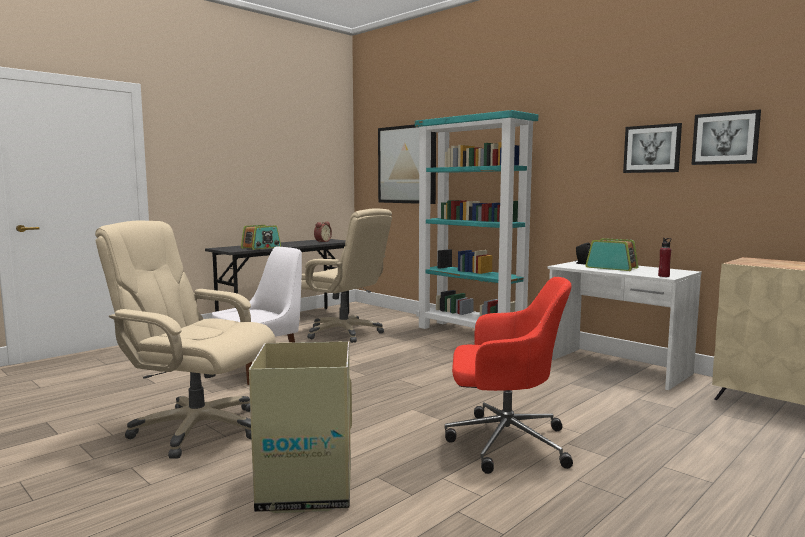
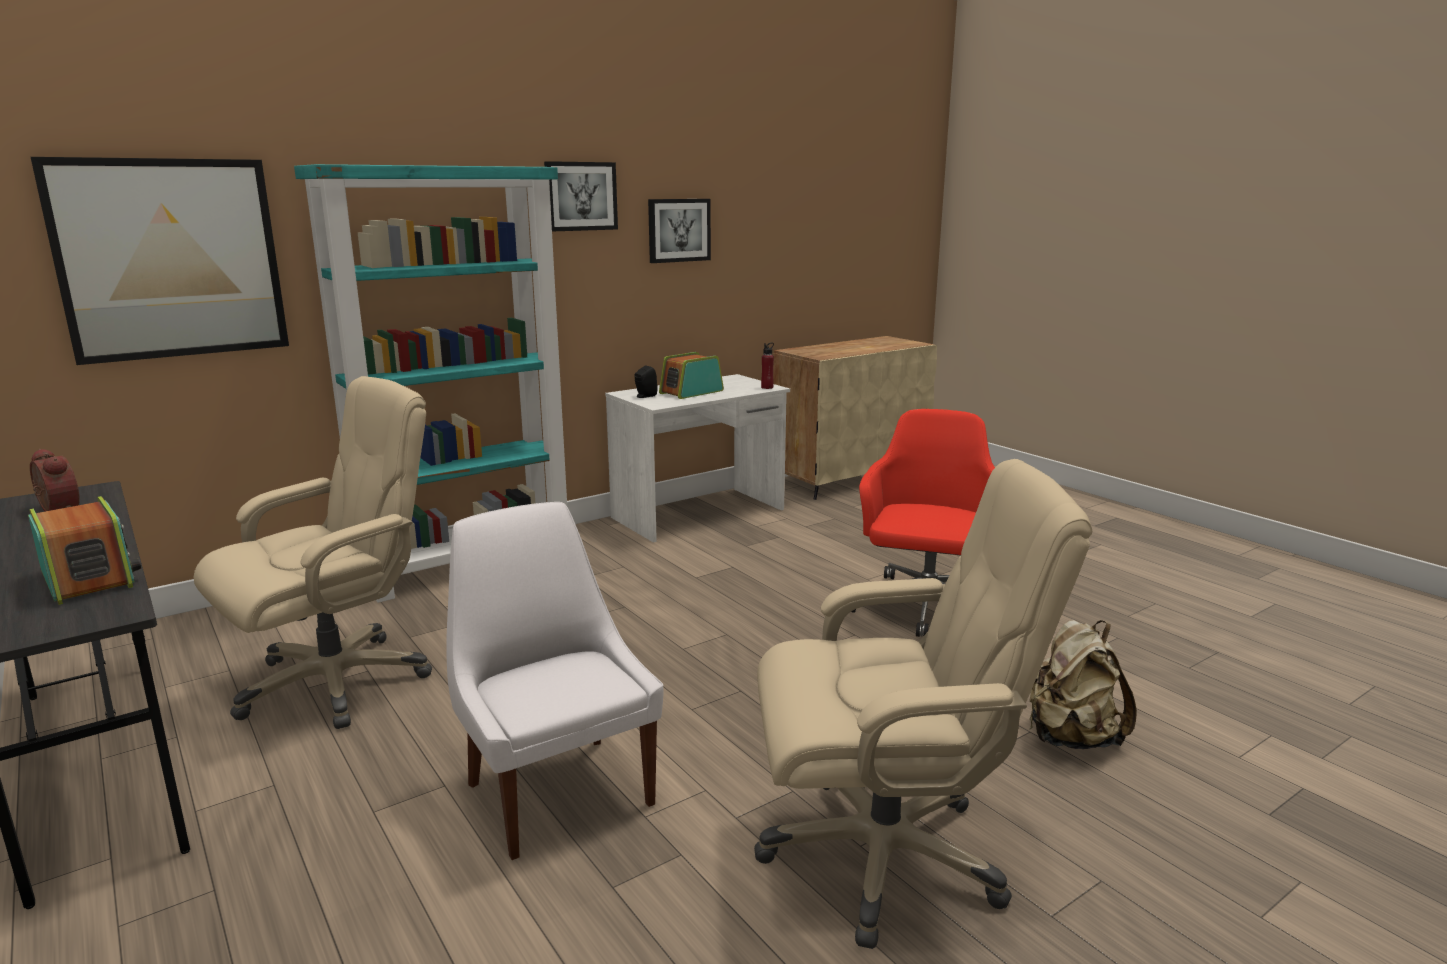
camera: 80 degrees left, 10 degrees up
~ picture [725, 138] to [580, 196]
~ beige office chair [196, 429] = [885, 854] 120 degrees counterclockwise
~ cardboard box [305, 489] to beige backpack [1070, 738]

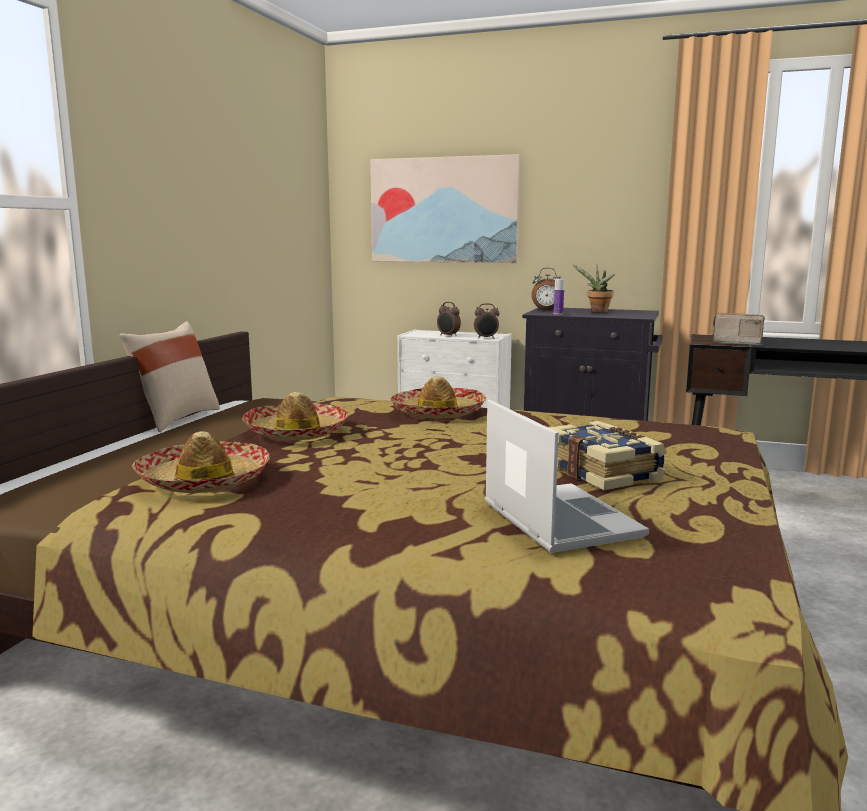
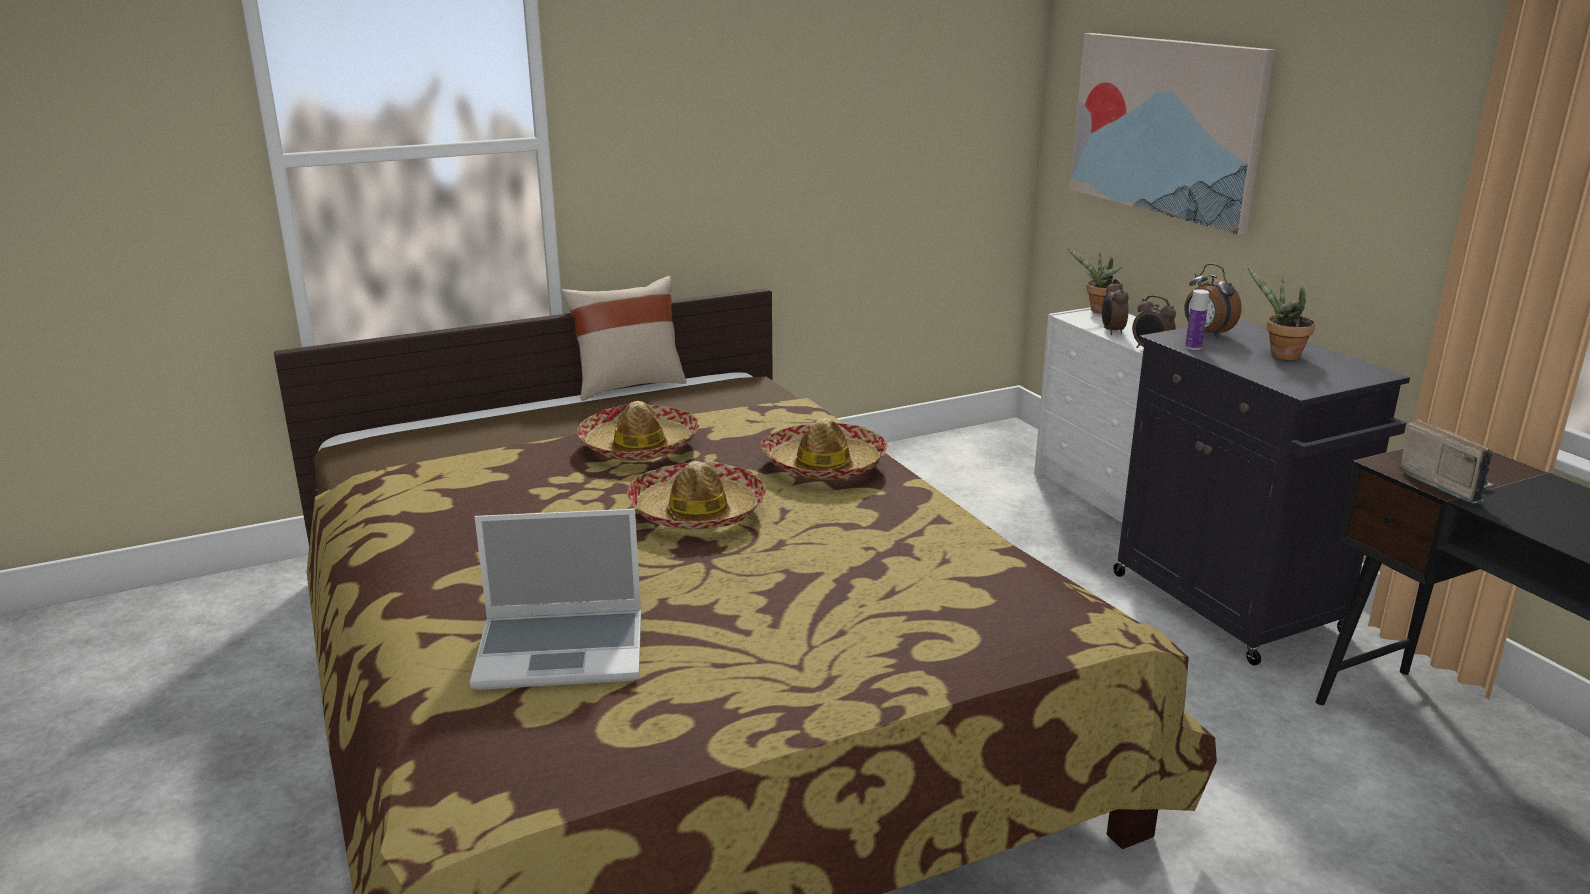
camera: 45 degrees right, 10 degrees up
~ laptop [557, 520] = [563, 650] 60 degrees clockwise
- book [603, 472]
~ hat [203, 481] to [697, 511]
+ potted plant [1098, 311]

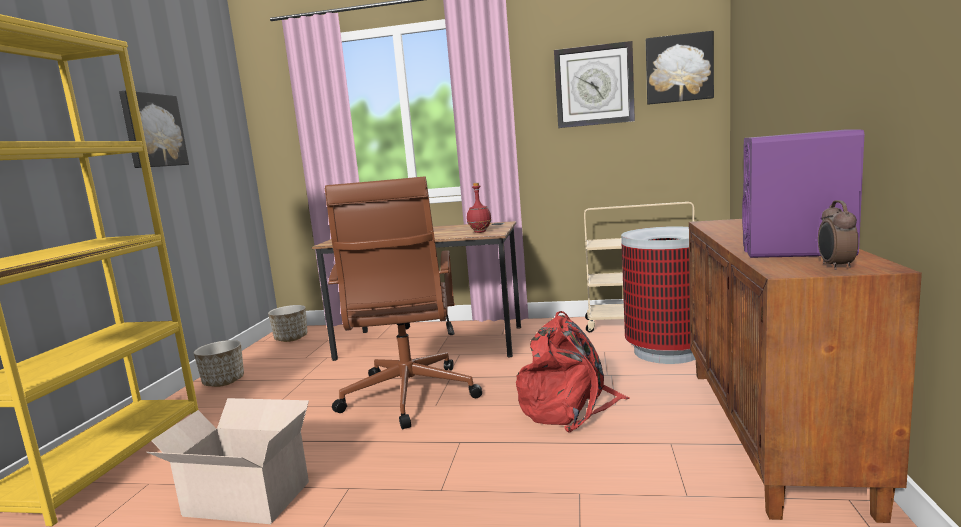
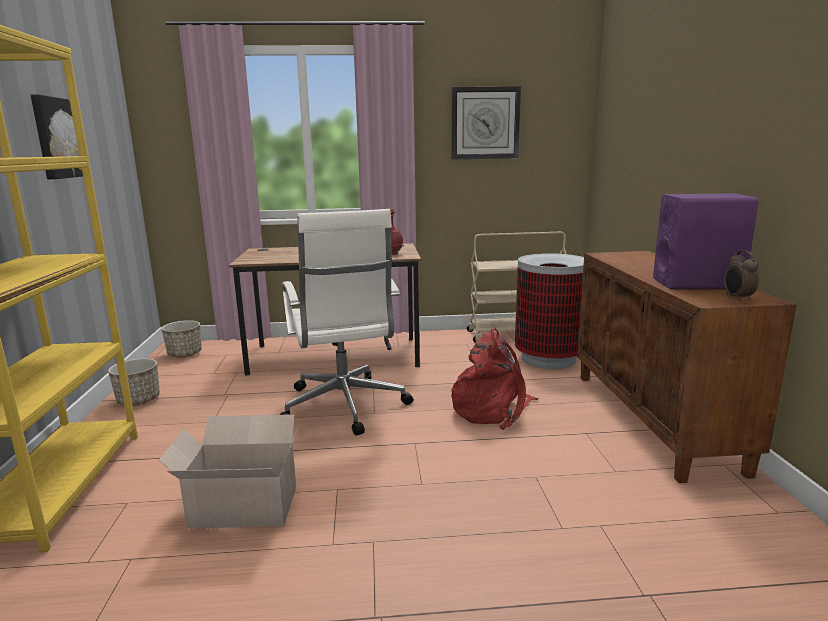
camera: 15 degrees left, 5 degrees up
- picture [678, 68]
~ brown office chair [408, 397] to white office chair [344, 407]

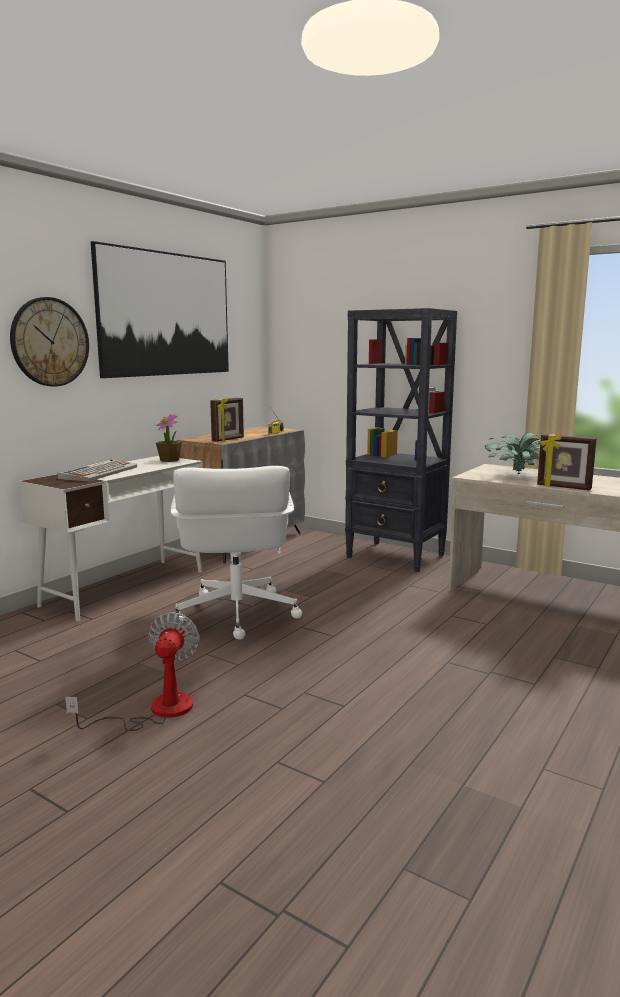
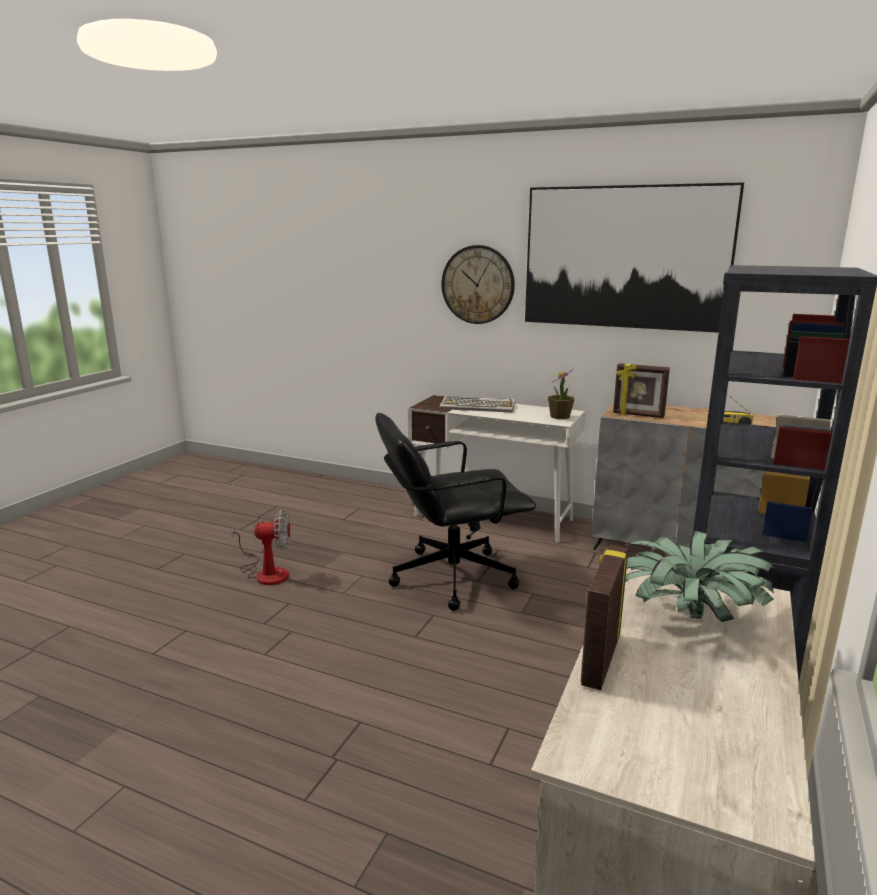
camera: 80 degrees right, 5 degrees up
~ white office chair [236, 615] to black office chair [451, 576]

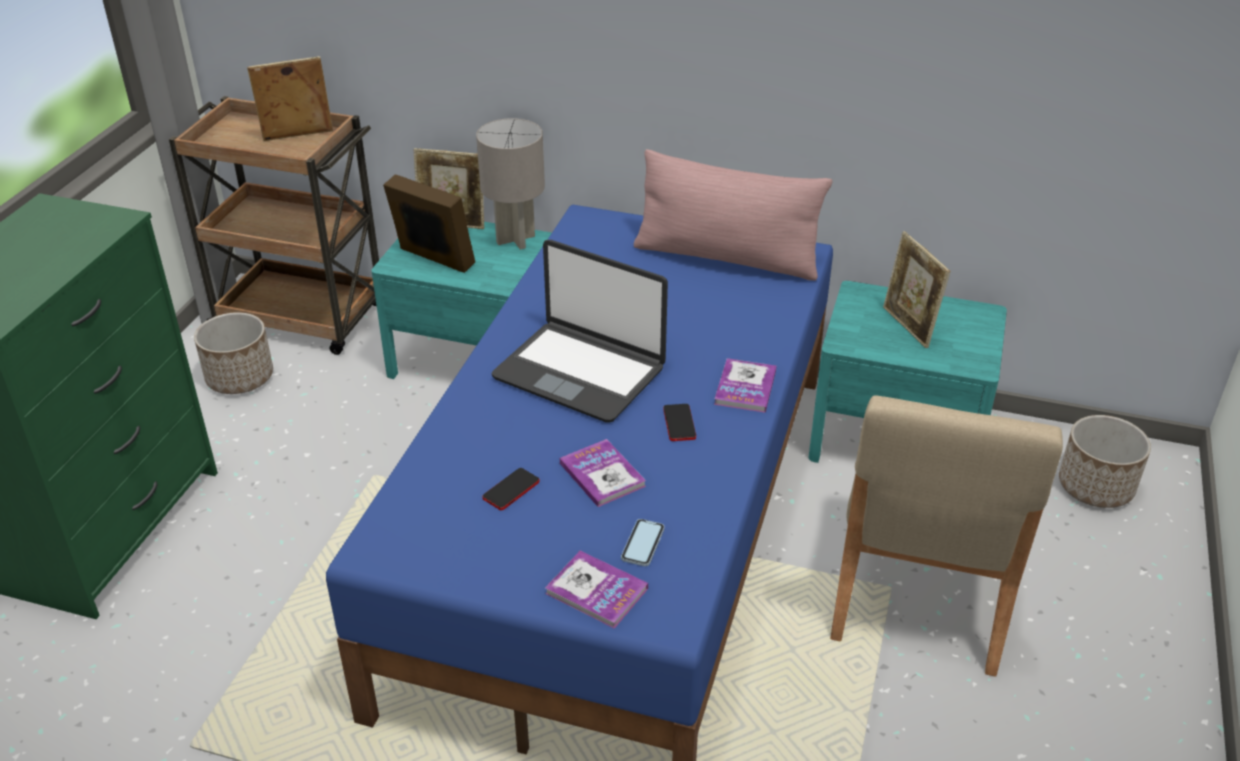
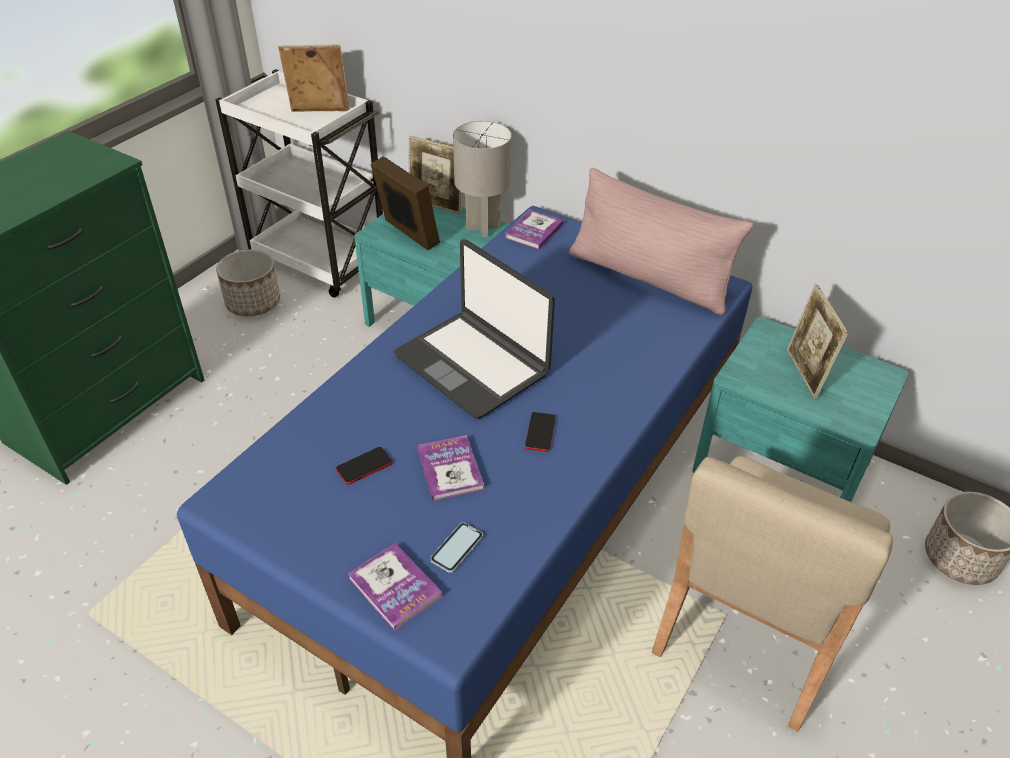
camera: 15 degrees right, 5 degrees up
~ brown cart [302, 317] to white cart [319, 261]
~ book [745, 387] to [534, 231]

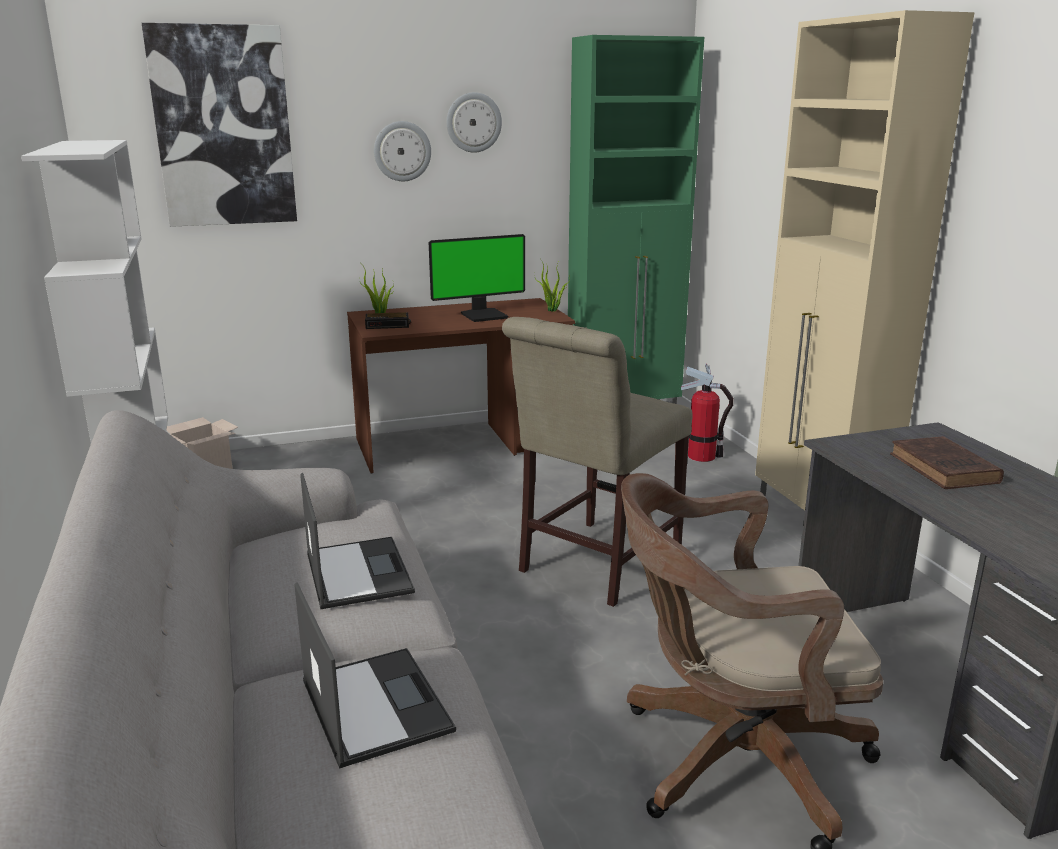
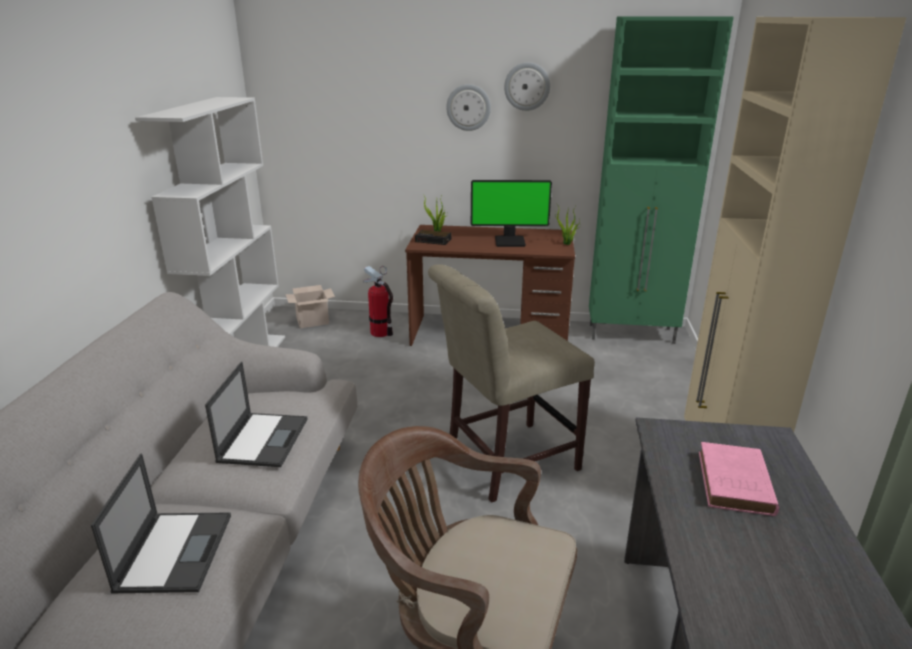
camera: 25 degrees right, 5 degrees up
- picture [223, 127]
~ fire extinguisher [702, 456] to [380, 332]
~ brown book [945, 469] to pink book [735, 484]

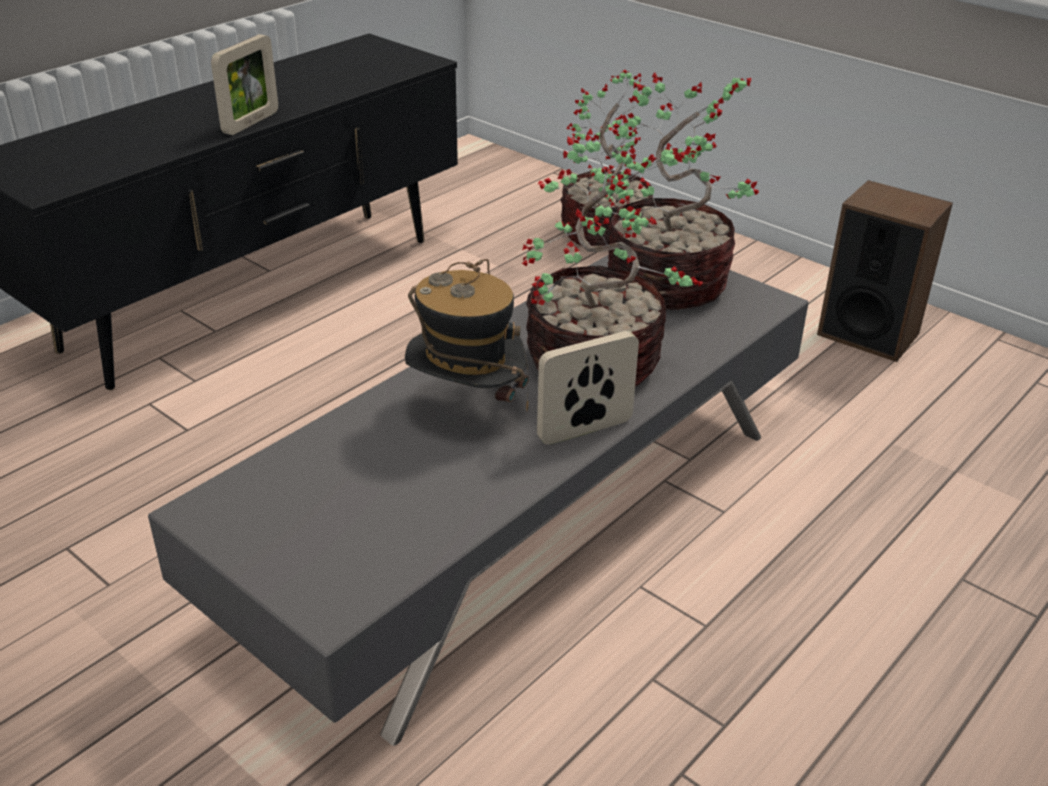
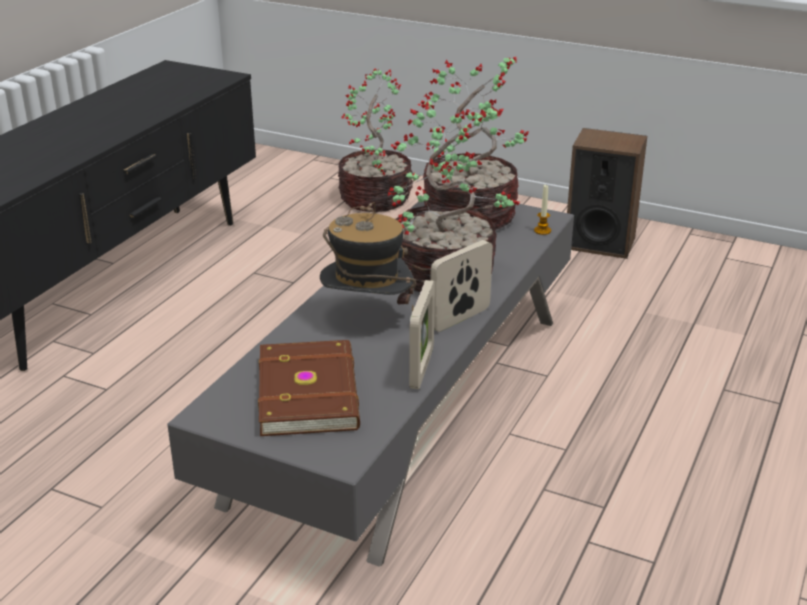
camera: 15 degrees left, 5 degrees down
~ picture frame [251, 123] to [421, 368]
+ candle [542, 231]
+ brown book [311, 392]

